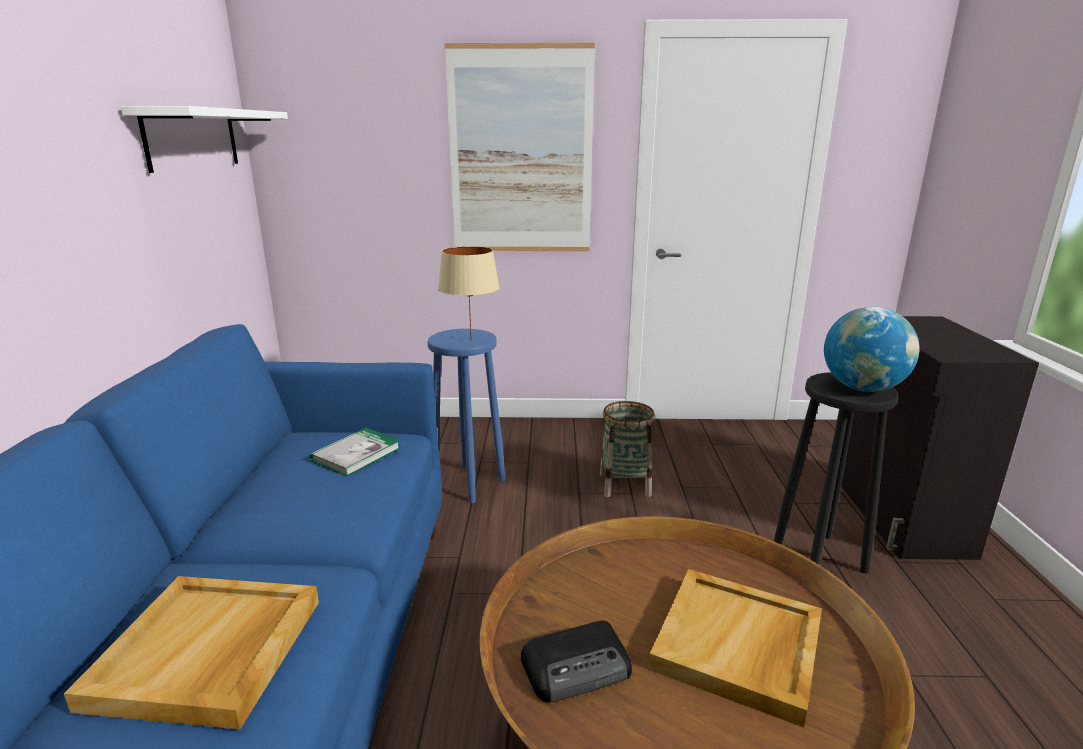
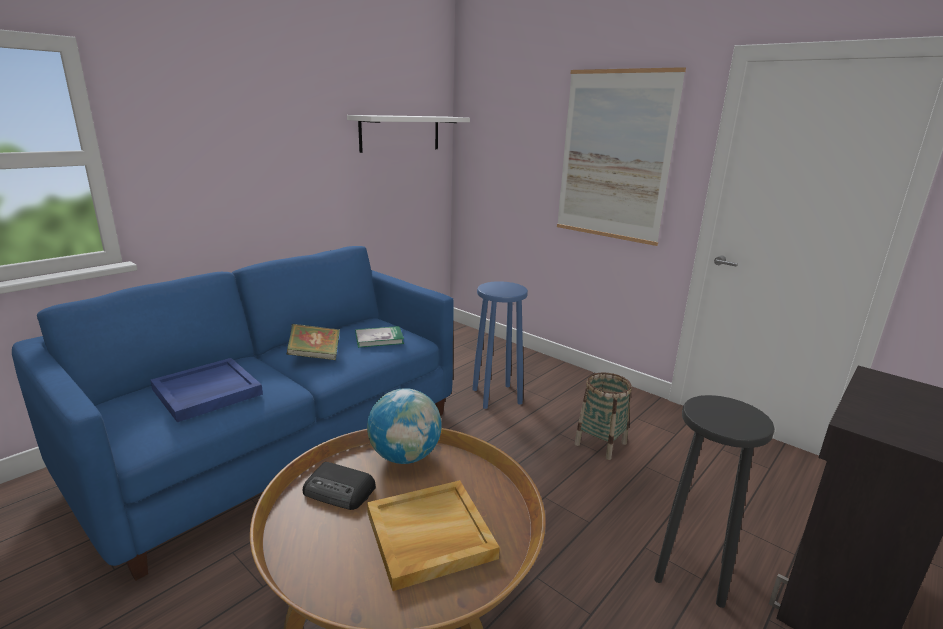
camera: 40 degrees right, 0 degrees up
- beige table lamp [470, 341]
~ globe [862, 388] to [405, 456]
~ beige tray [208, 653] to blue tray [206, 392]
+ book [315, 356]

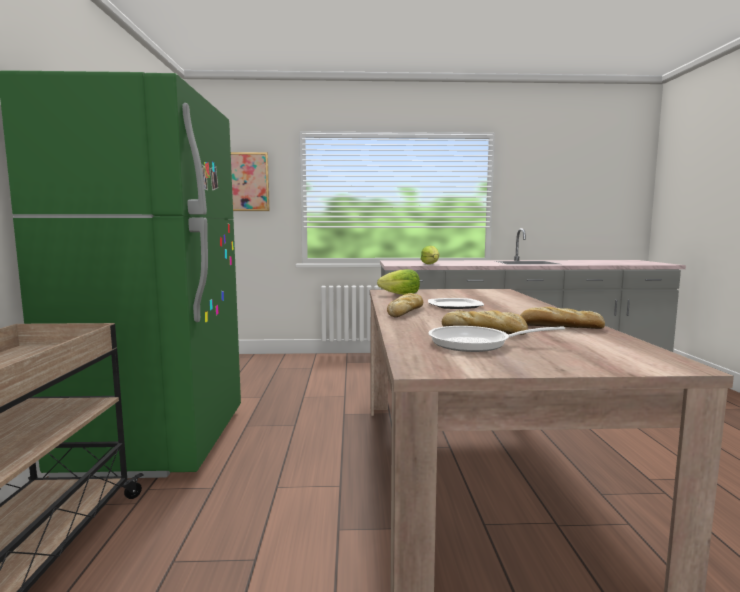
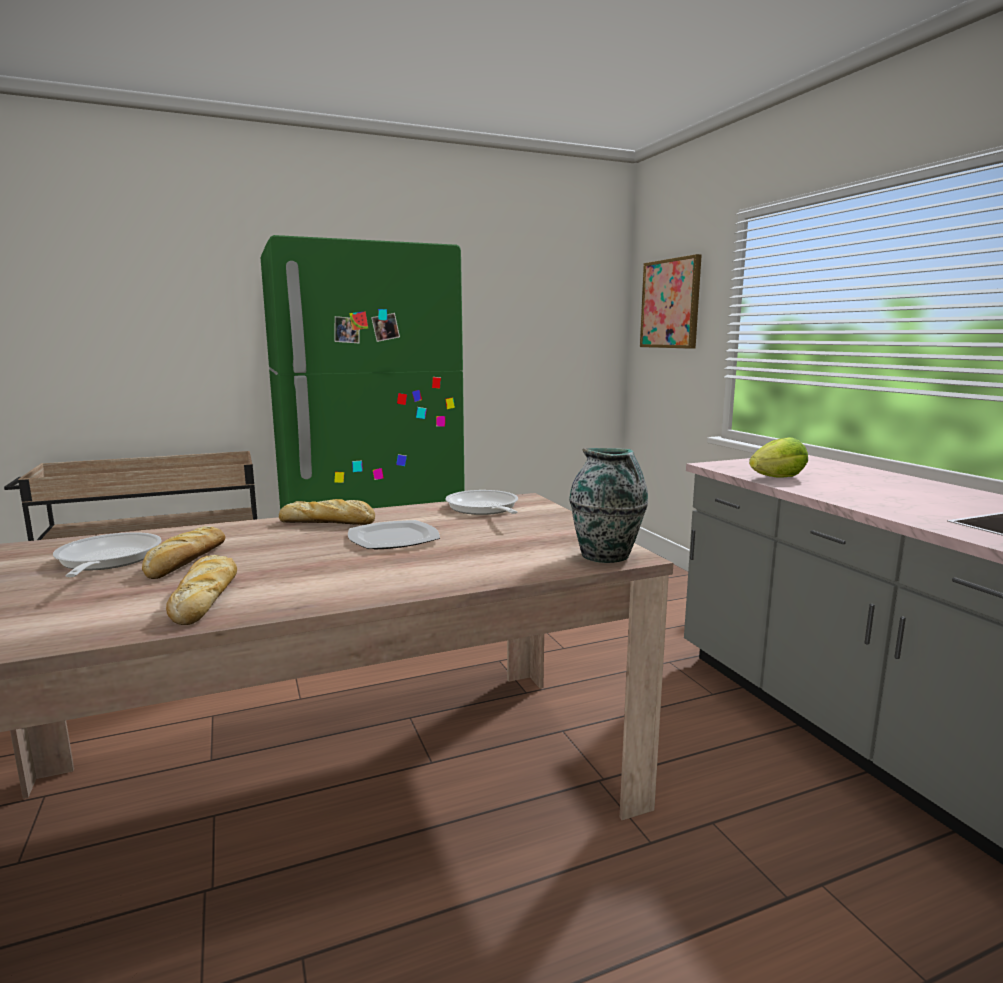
camera: 70 degrees right, 5 degrees up
~ lettuce [401, 295] to frying pan [483, 509]
+ vase [606, 556]

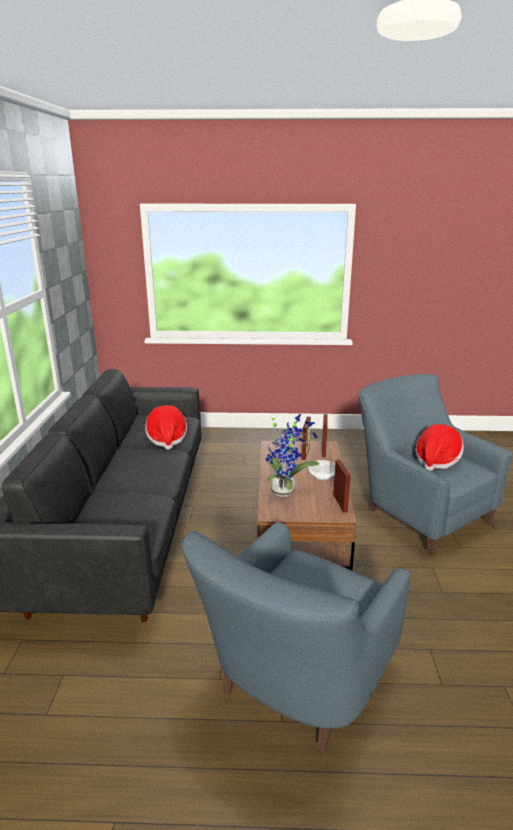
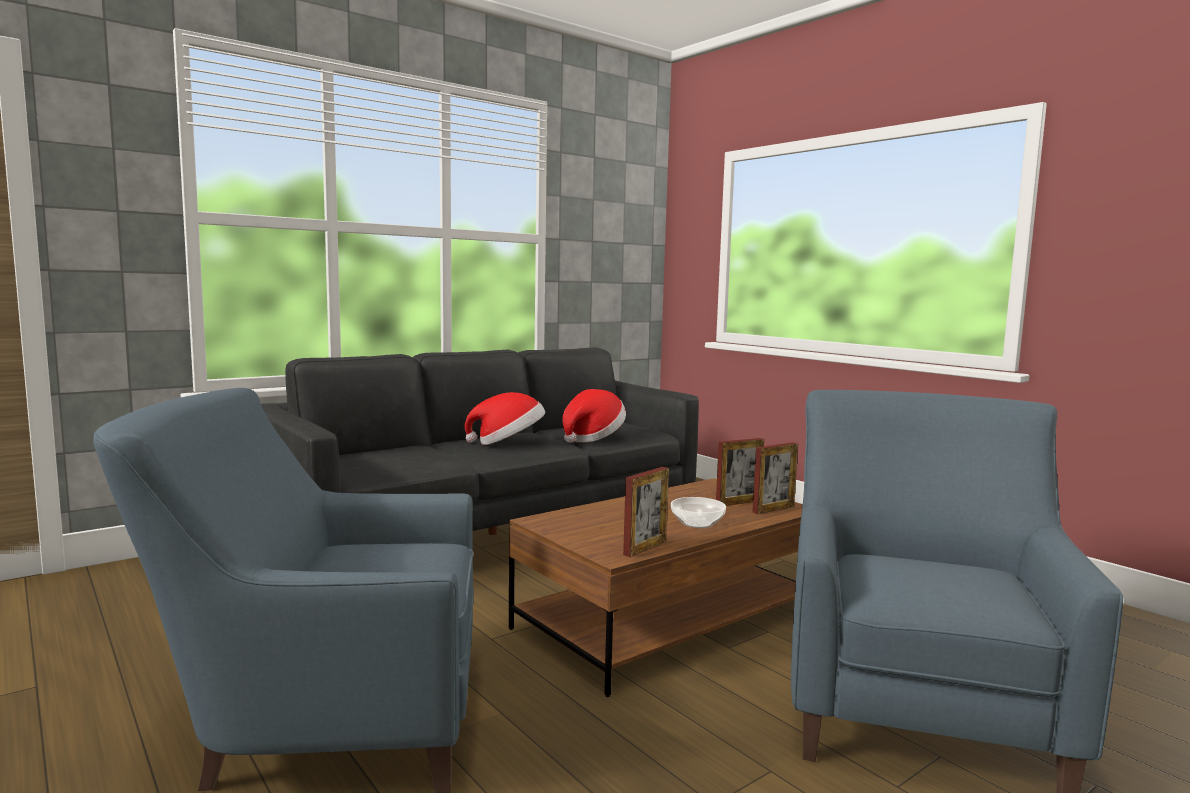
camera: 50 degrees right, 15 degrees down
- potted plant [285, 490]
~ hat [436, 460] to [508, 443]

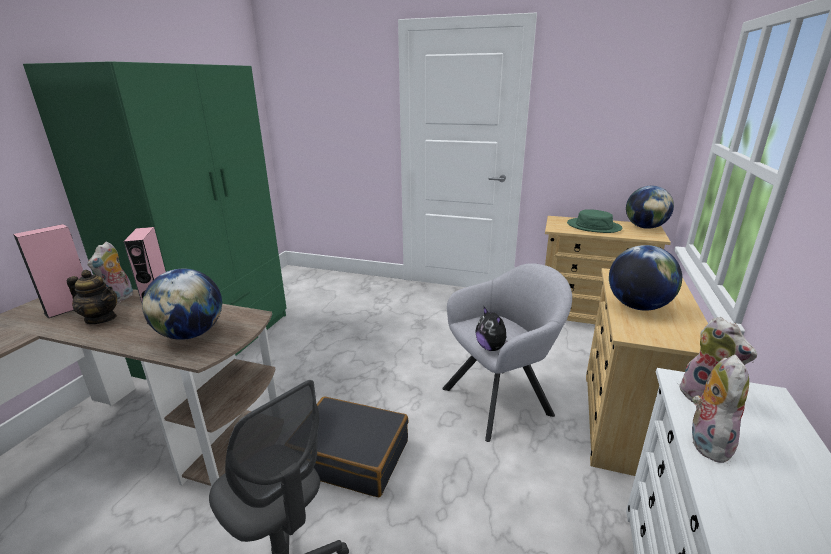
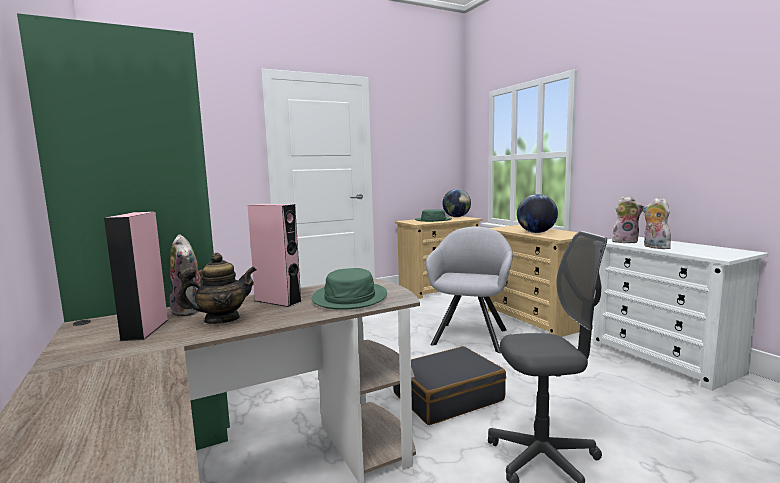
camera: 45 degrees left, 15 degrees down
~ globe [191, 334] to green hat [350, 297]
- plush toy [491, 348]

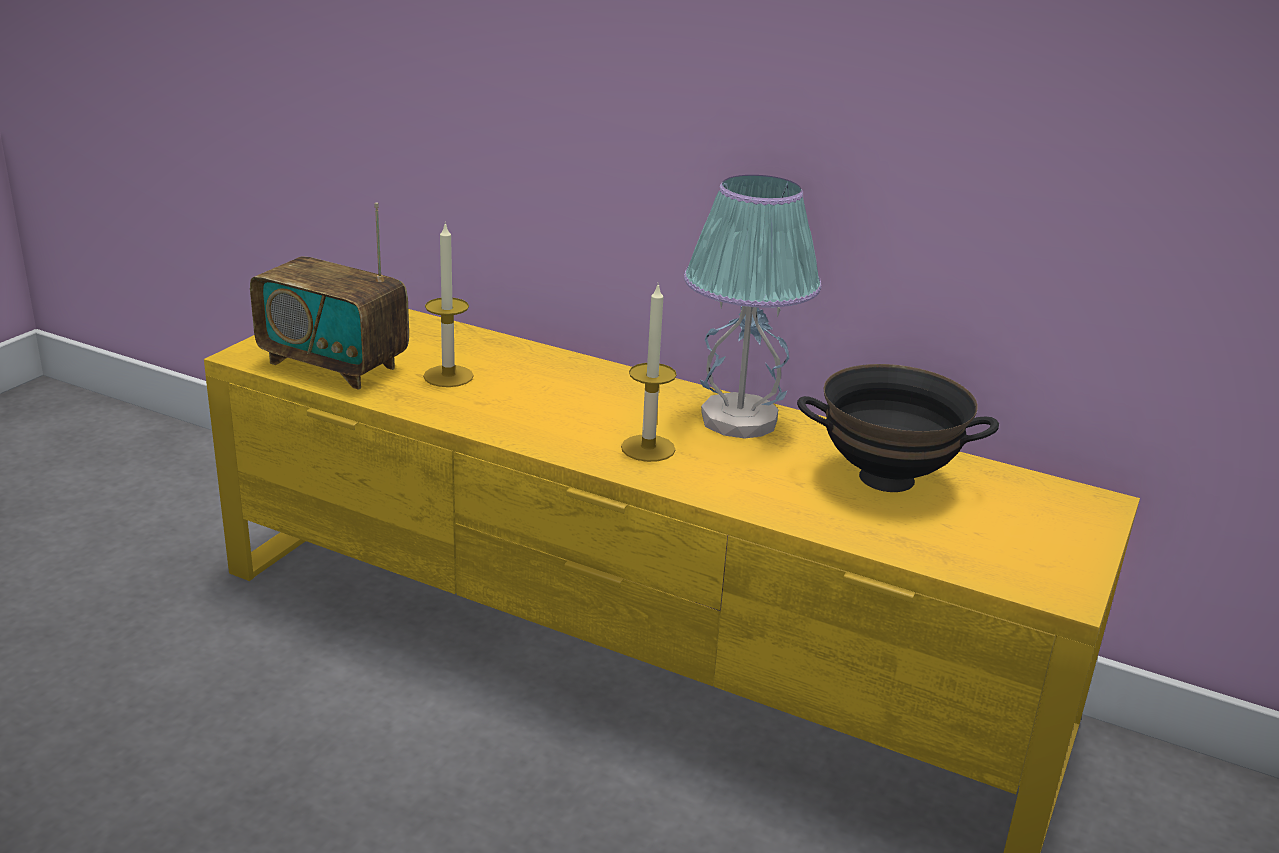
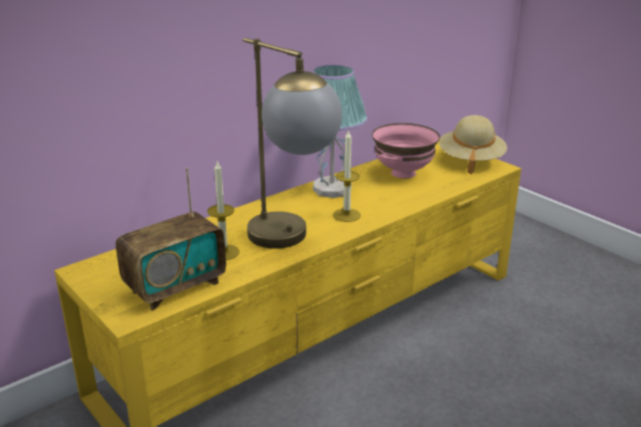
camera: 65 degrees left, 0 degrees up
~ black bowl [887, 478] to pink bowl [403, 173]
+ table lamp [292, 241]
+ beige hat [470, 160]

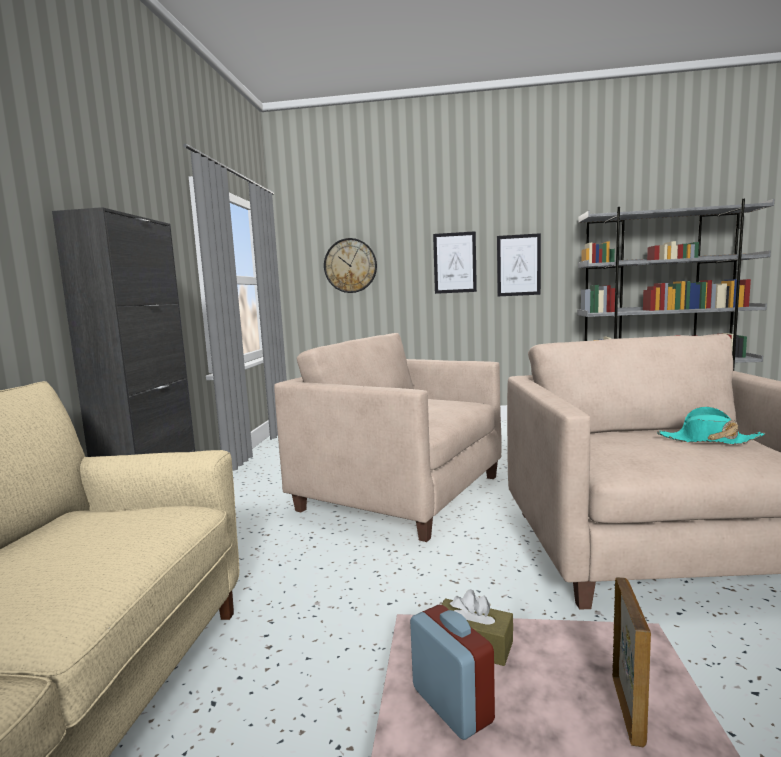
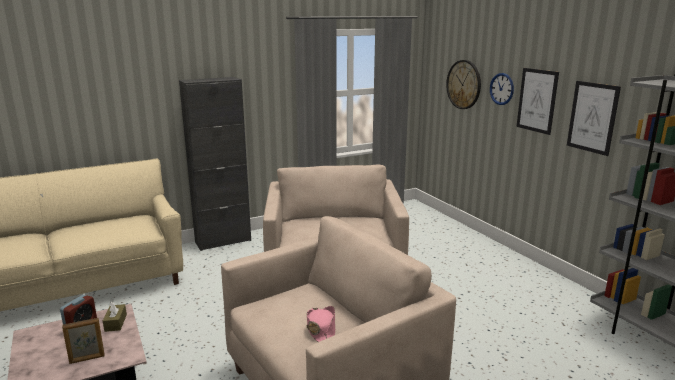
camera: 55 degrees right, 10 degrees up
~ turquoise hat [708, 440] to pink hat [321, 330]
+ wall clock [501, 89]

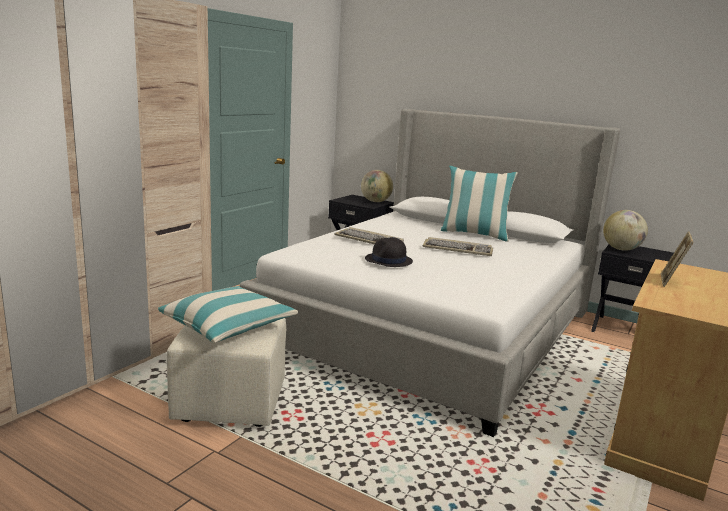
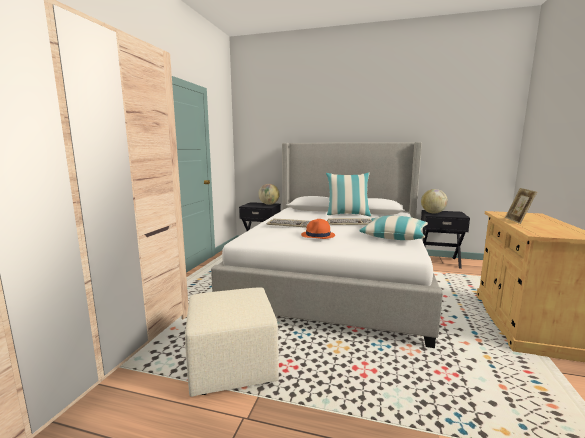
camera: 15 degrees left, 5 degrees down
~ black hat [388, 261] to orange hat [318, 235]
~ pillow [228, 326] to [394, 236]

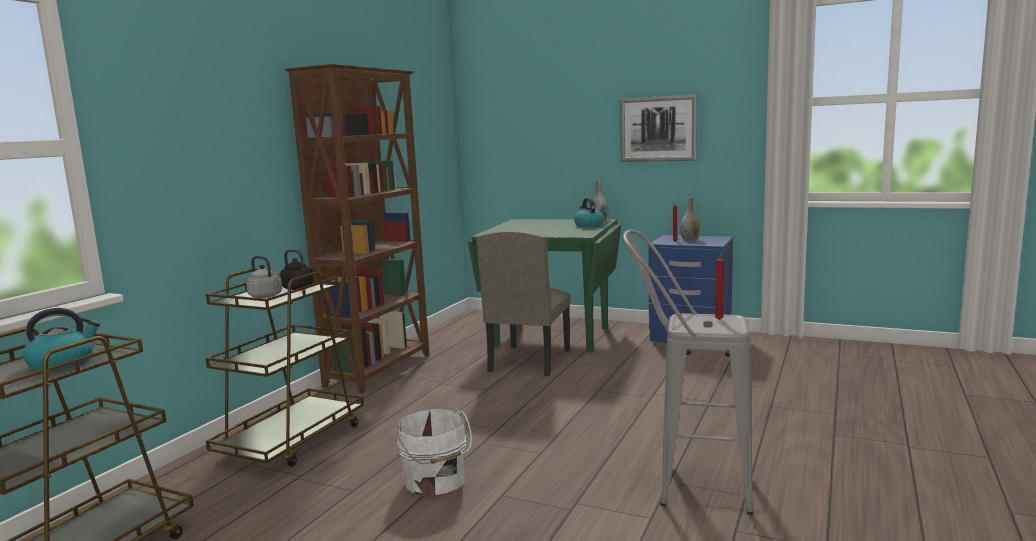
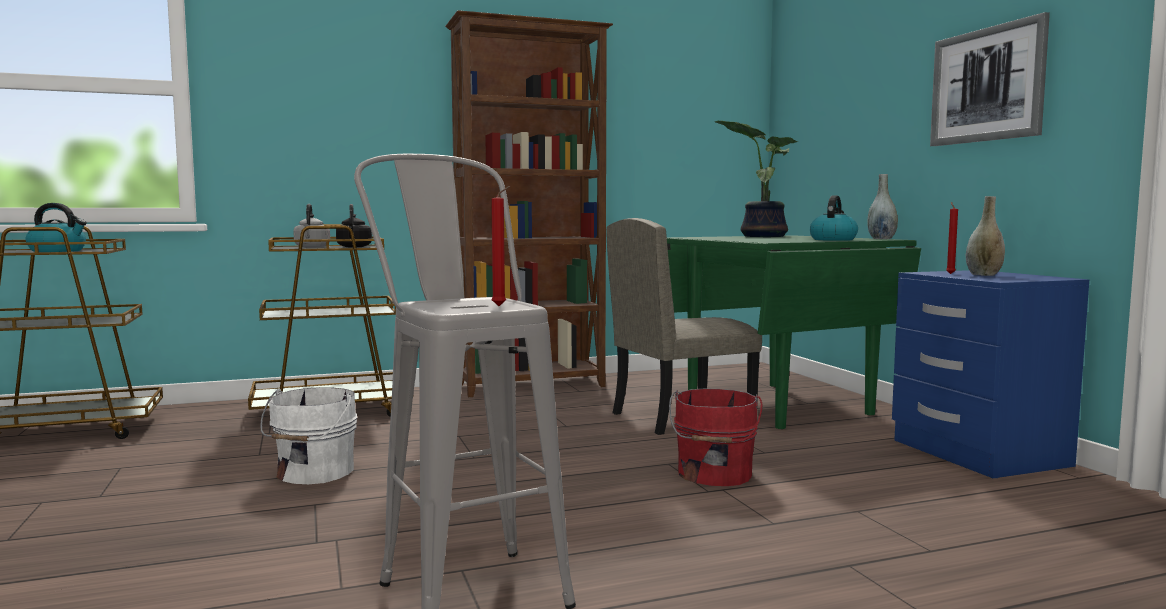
camera: 45 degrees right, 5 degrees down
+ potted plant [762, 236]
+ red bucket [713, 474]

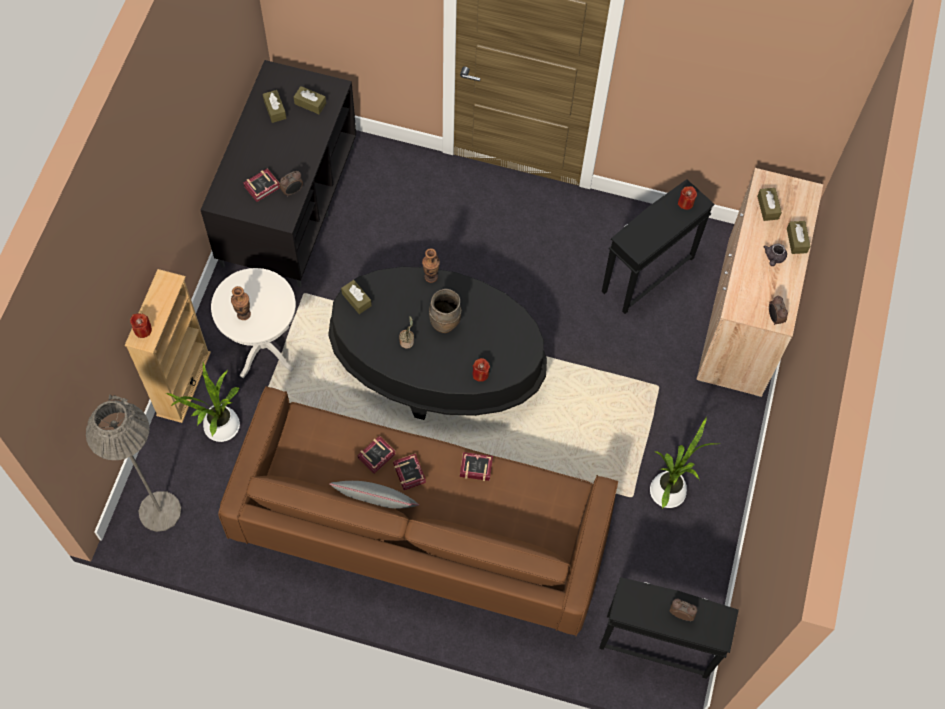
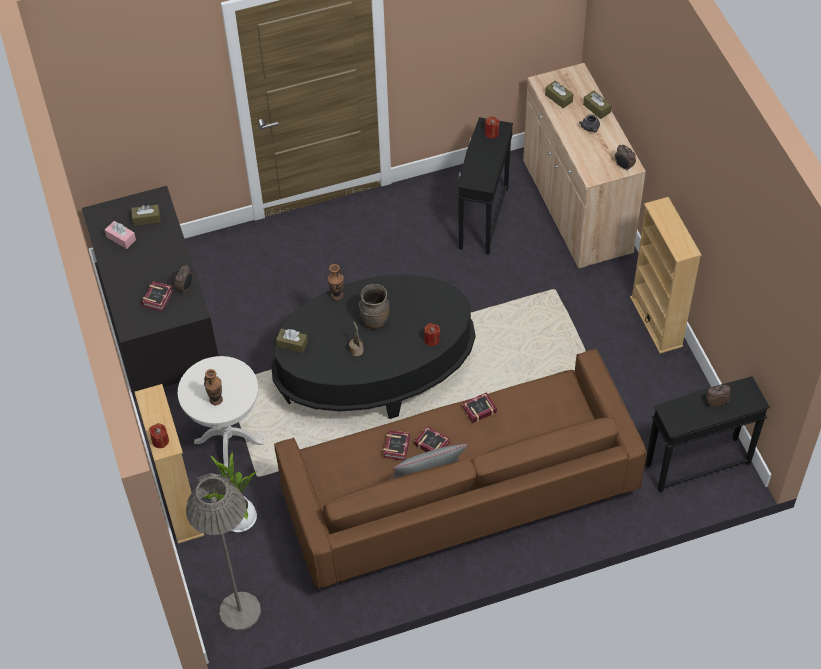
camera: 30 degrees left, 10 degrees down
~ brown tissue box [275, 109] to pink tissue box [121, 238]
- potted plant [669, 489]
+ beige bookcase [656, 321]

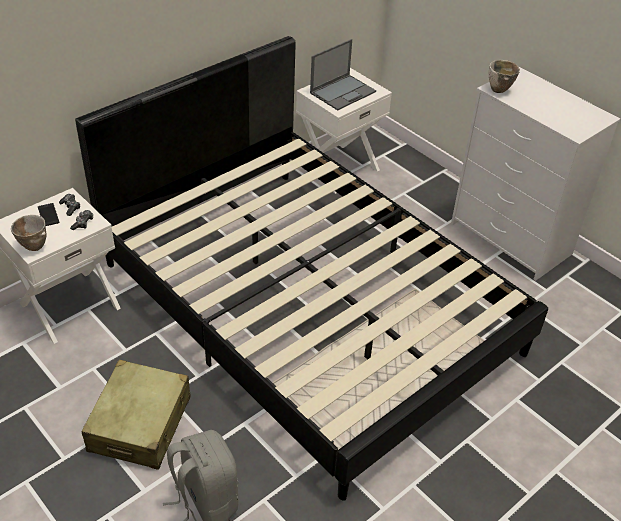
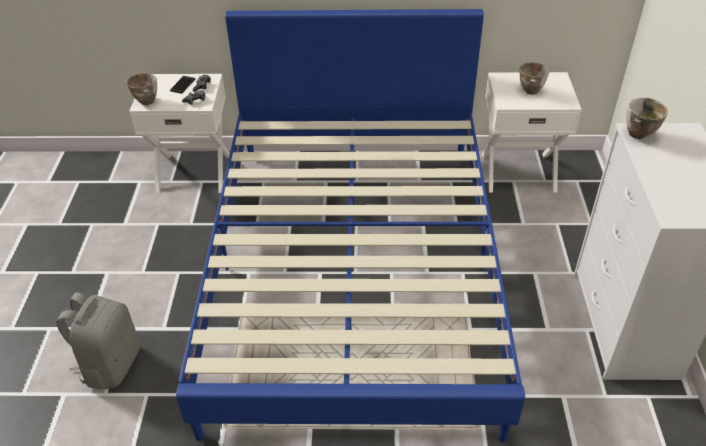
camera: 45 degrees right, 0 degrees up
~ black bed [308, 306] to blue bed [354, 270]
~ laptop [343, 92] to bowl [531, 90]
- beige suitcase [140, 424]

